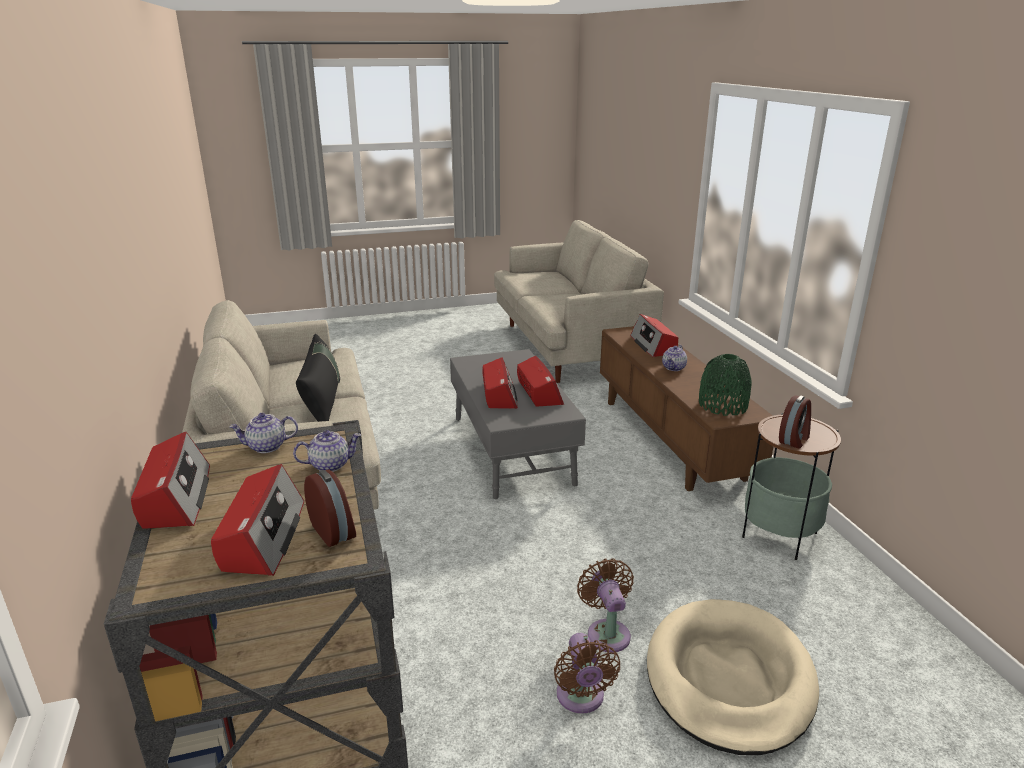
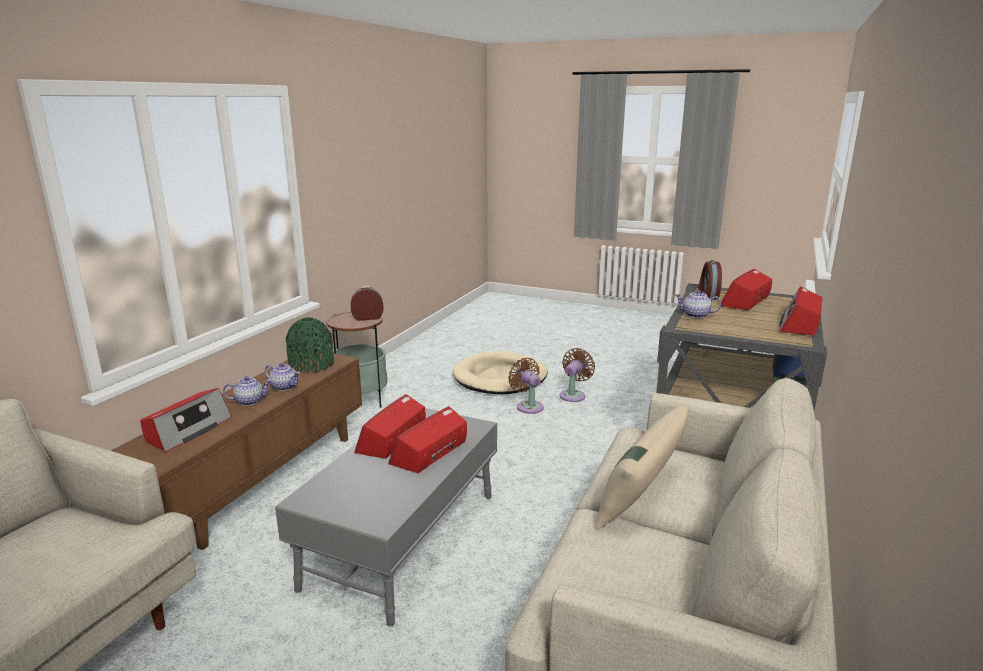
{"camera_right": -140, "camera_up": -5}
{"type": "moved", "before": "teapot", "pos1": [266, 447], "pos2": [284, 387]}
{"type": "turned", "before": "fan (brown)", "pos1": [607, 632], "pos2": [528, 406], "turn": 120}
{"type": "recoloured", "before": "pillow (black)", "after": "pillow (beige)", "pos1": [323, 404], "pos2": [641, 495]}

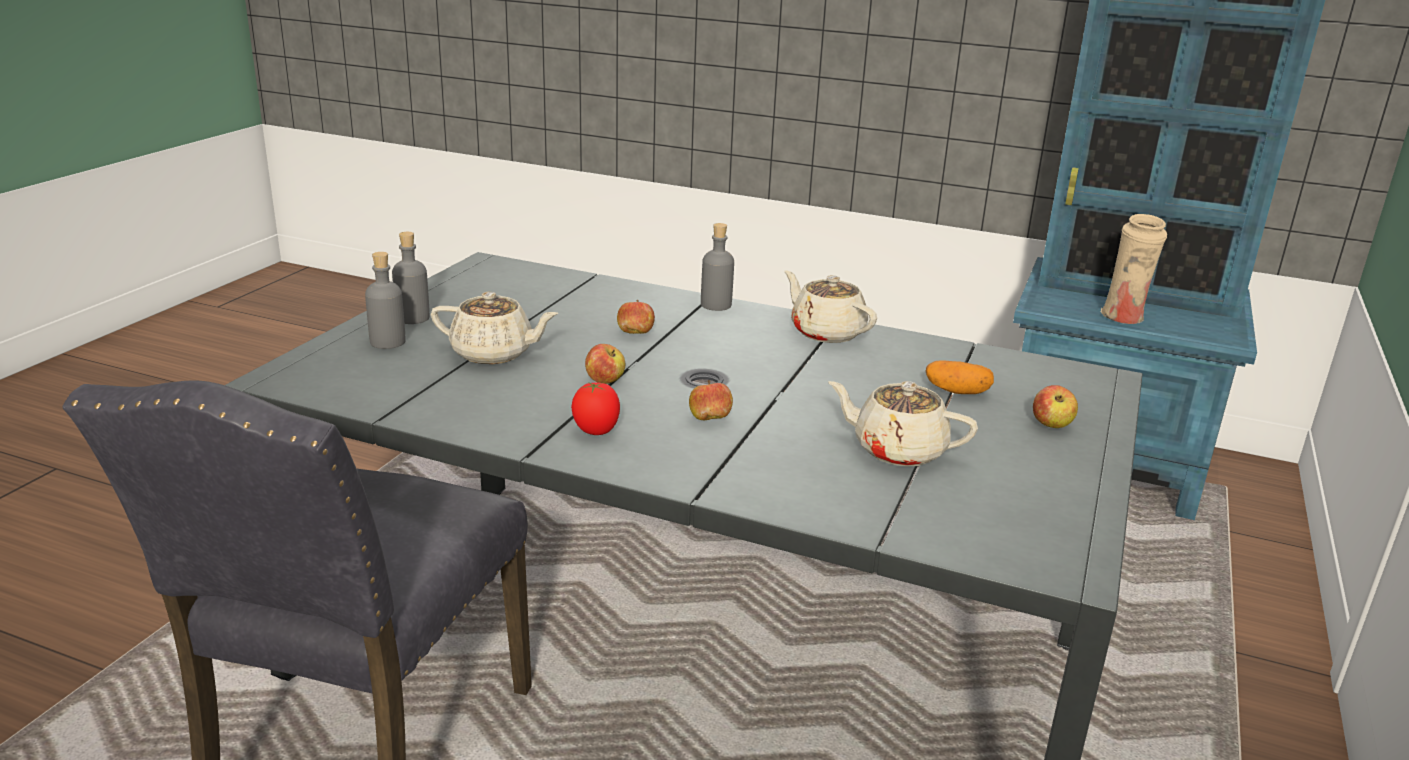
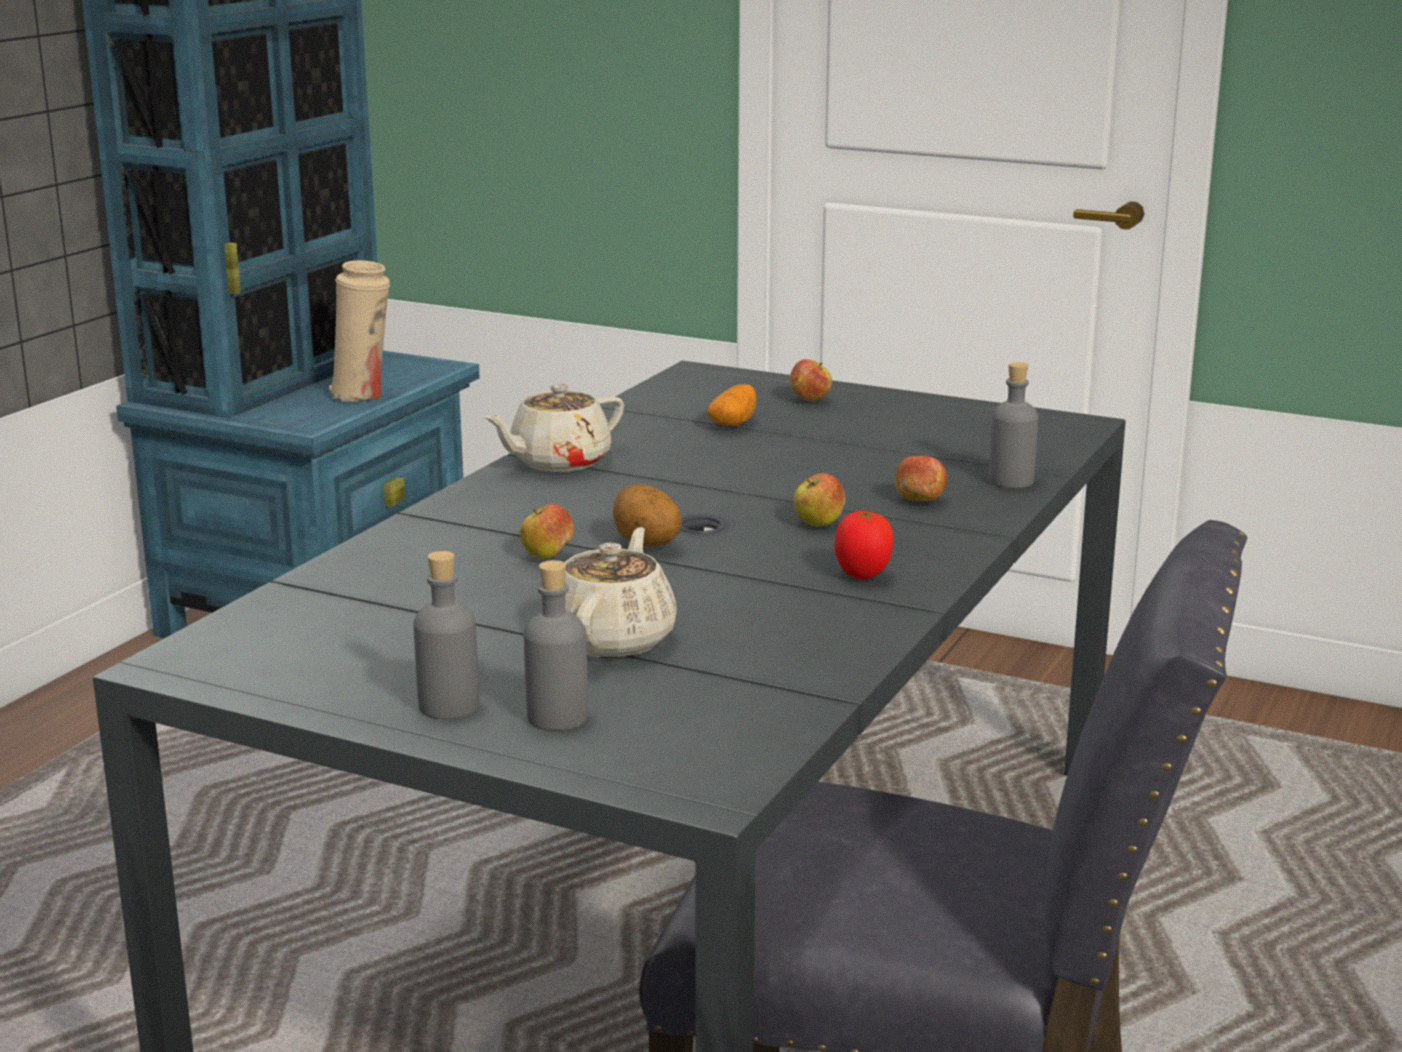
{"camera_right": -85, "camera_up": -5}
{"type": "added", "after": "potato", "pos2": [645, 545]}
{"type": "moved", "before": "apple", "pos1": [605, 381], "pos2": [919, 501]}
{"type": "moved", "before": "bottle (grey)", "pos1": [716, 305], "pos2": [1011, 481]}
{"type": "removed", "before": "teapot (beige)", "pos1": [897, 450]}

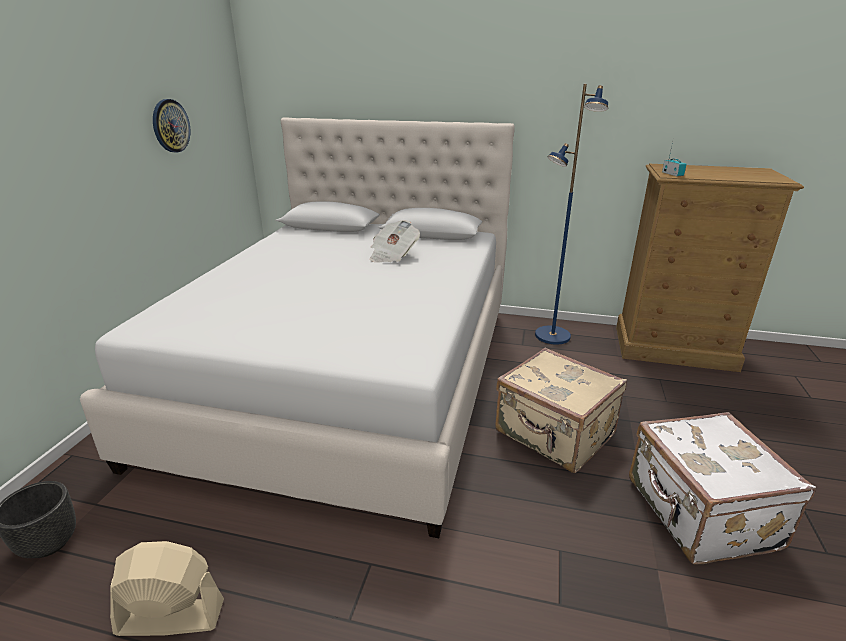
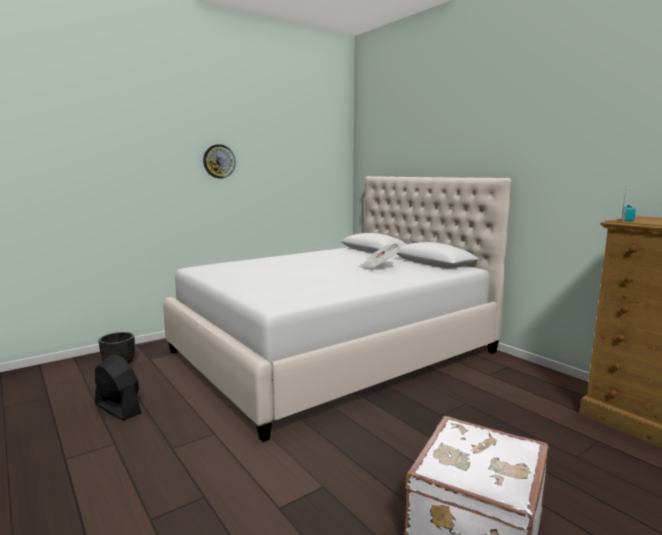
{"camera_right": 40, "camera_up": -15}
{"type": "recoloured", "before": "fan (beige)", "after": "fan (black)", "pos1": [170, 617], "pos2": [118, 408]}
{"type": "moved", "before": "wall clock", "pos1": [170, 126], "pos2": [219, 161]}
{"type": "removed", "before": "suitcase (beige)", "pos1": [554, 435]}
{"type": "removed", "before": "floor lamp (blue)", "pos1": [552, 336]}

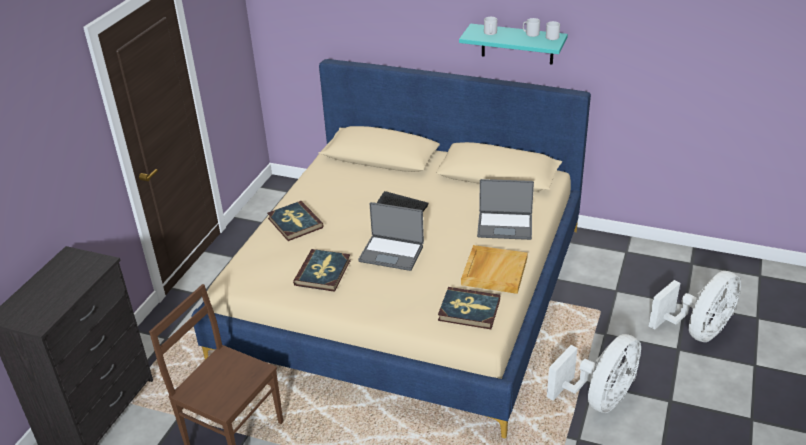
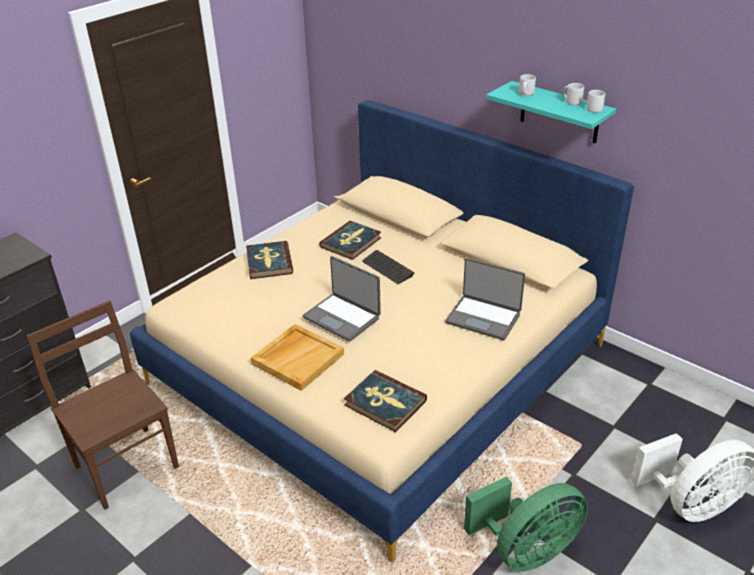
{"camera_right": 20, "camera_up": 0}
{"type": "moved", "before": "tray (beige)", "pos1": [494, 271], "pos2": [298, 358]}
{"type": "moved", "before": "book", "pos1": [323, 272], "pos2": [351, 242]}
{"type": "recoloured", "before": "fan (white)", "after": "fan (green)", "pos1": [599, 398], "pos2": [526, 551]}

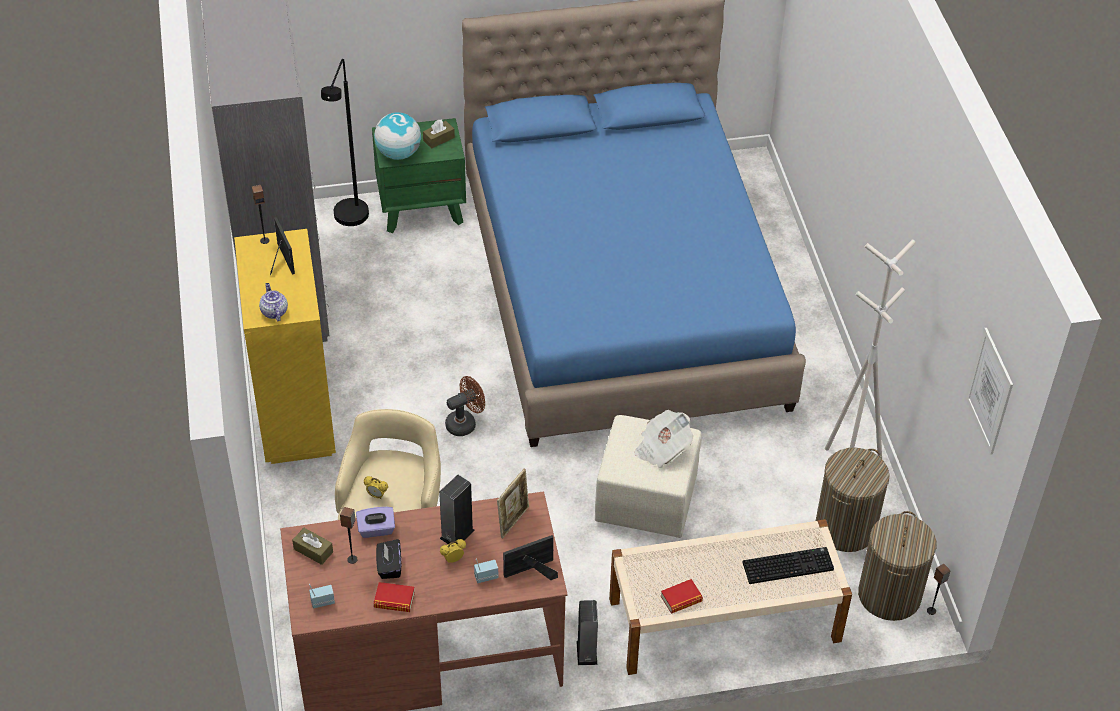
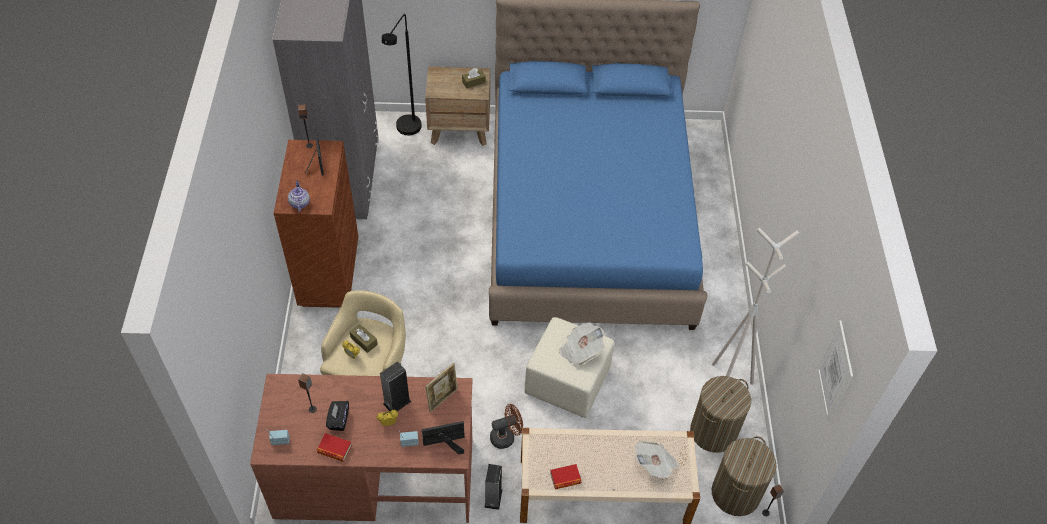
{"camera_right": 10, "camera_up": 5}
{"type": "recoloured", "before": "dresser (yellow)", "after": "dresser (brown)", "pos1": [295, 416], "pos2": [329, 272]}
{"type": "moved", "before": "tissue box (brown)", "pos1": [313, 550], "pos2": [364, 341]}
{"type": "recoloured", "before": "nightstand (green)", "after": "nightstand (brown)", "pos1": [422, 208], "pos2": [460, 129]}
{"type": "moved", "before": "fan (brown)", "pos1": [465, 423], "pos2": [506, 436]}
{"type": "replaced", "before": "keyboard", "after": "newspaper", "pos1": [788, 565], "pos2": [655, 465]}
{"type": "removed", "before": "tissue box (purple)", "pos1": [376, 530]}
{"type": "removed", "before": "globe", "pos1": [398, 153]}

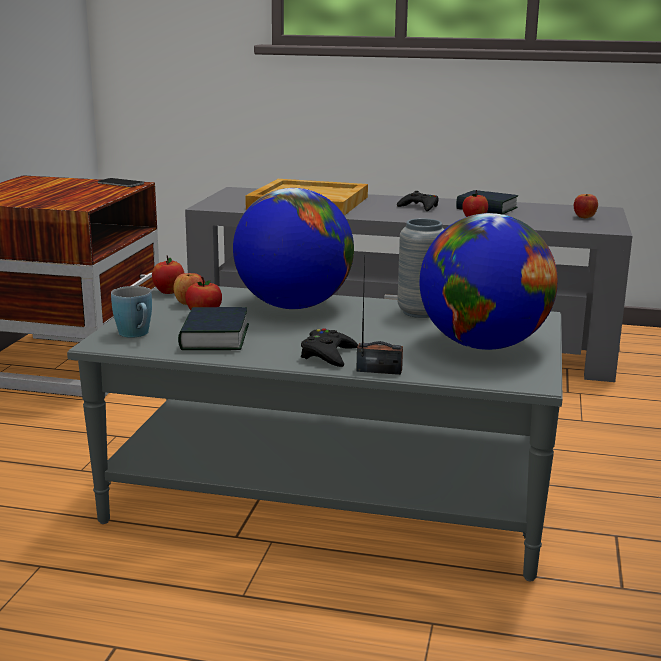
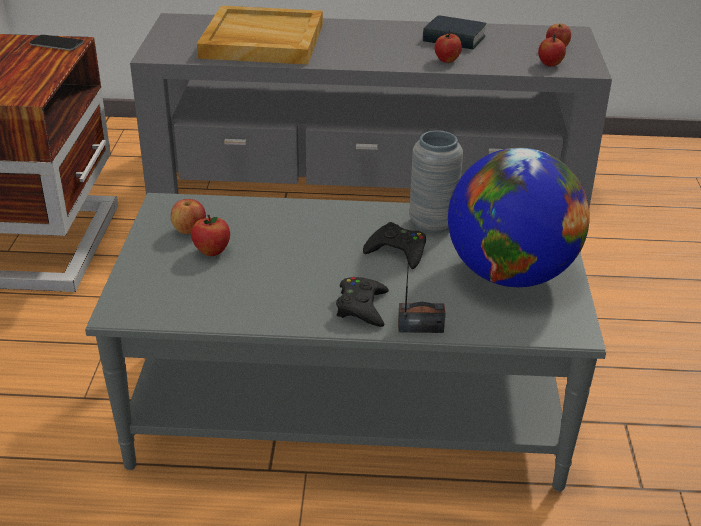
{"camera_right": -10, "camera_up": 15}
{"type": "moved", "before": "game controller (black)", "pos1": [419, 207], "pos2": [397, 251]}
{"type": "moved", "before": "apple", "pos1": [169, 292], "pos2": [550, 64]}
{"type": "removed", "before": "mug (blue)", "pos1": [136, 334]}
{"type": "removed", "before": "book", "pos1": [214, 338]}
{"type": "removed", "before": "globe", "pos1": [293, 306]}

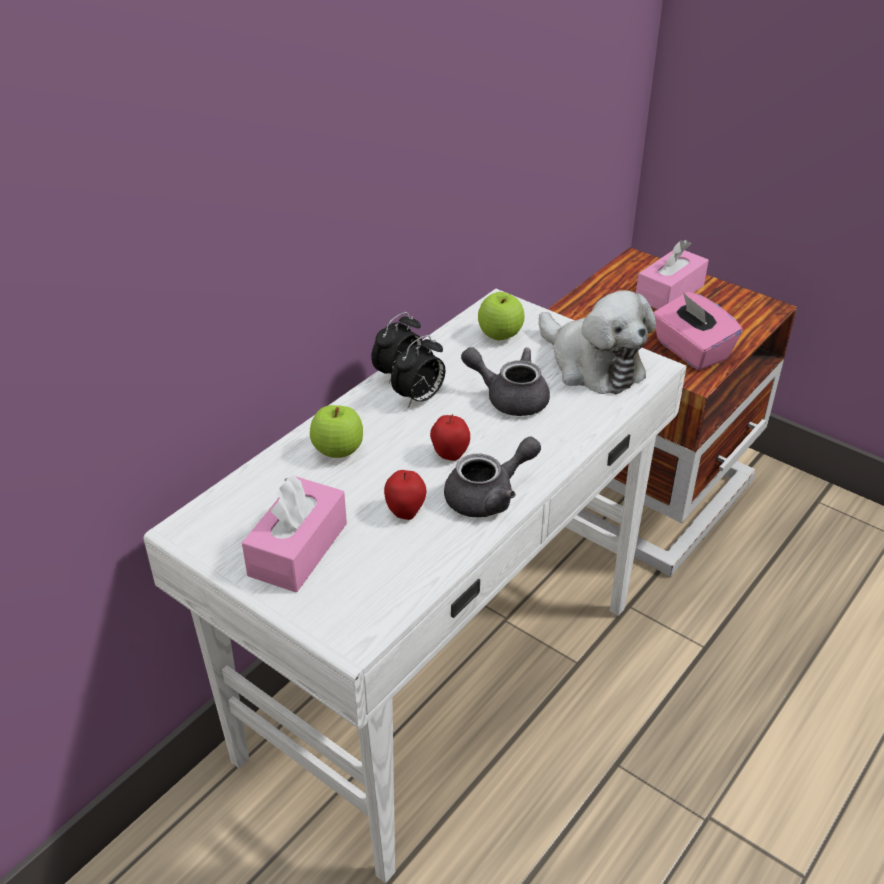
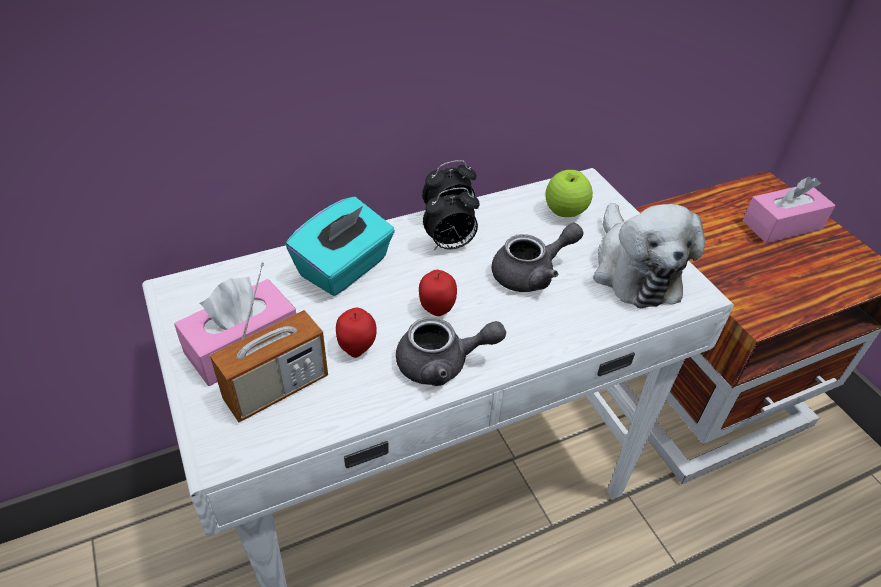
{"camera_right": 25, "camera_up": 5}
{"type": "added", "after": "radio", "pos2": [276, 388]}
{"type": "replaced", "before": "apple", "after": "tissue box (turquoise)", "pos1": [338, 451], "pos2": [344, 268]}
{"type": "turned", "before": "teapot (grey)", "pos1": [509, 397], "pos2": [531, 274], "turn": 105}
{"type": "removed", "before": "tissue box (pink)", "pos1": [690, 351]}

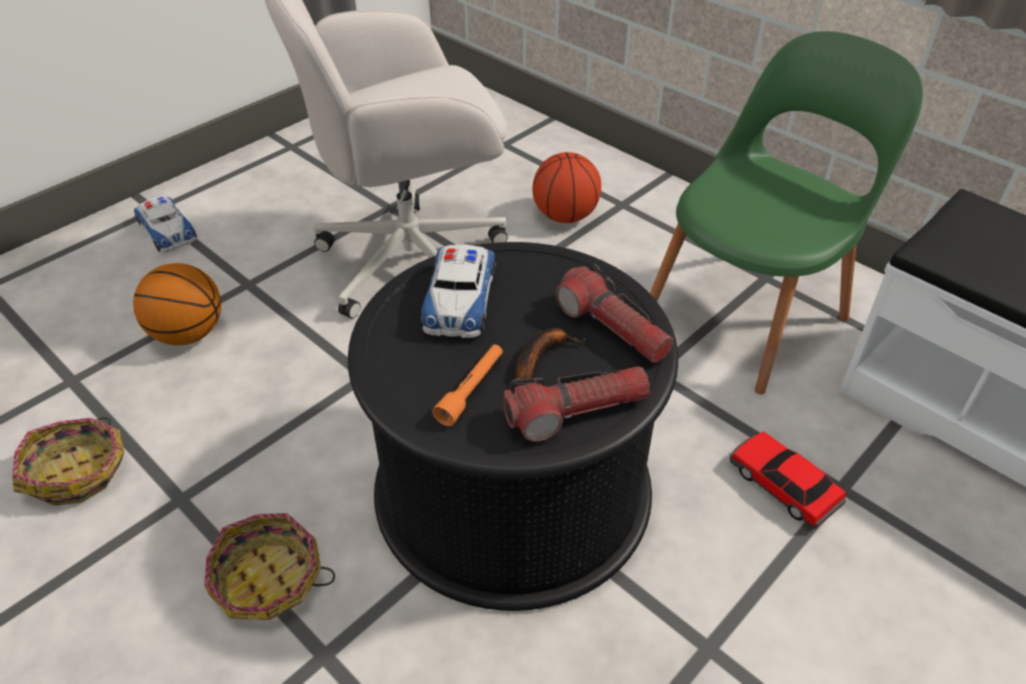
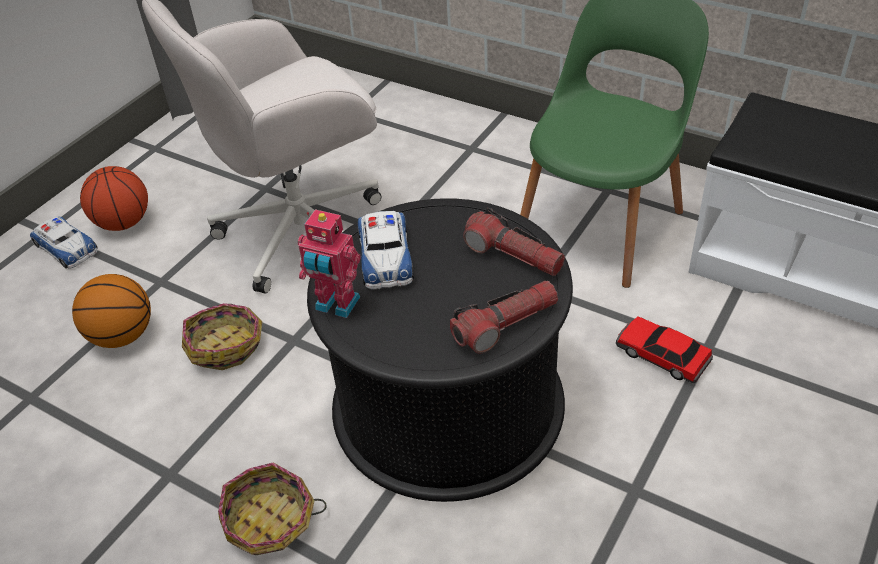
{"camera_right": -10, "camera_up": 0}
{"type": "moved", "before": "basketball", "pos1": [565, 216], "pos2": [124, 223]}
{"type": "moved", "before": "basket", "pos1": [79, 471], "pos2": [226, 345]}
{"type": "added", "after": "toy robot", "pos2": [336, 305]}
{"type": "removed", "before": "flashlight (orange)", "pos1": [471, 390]}
{"type": "removed", "before": "banana", "pos1": [542, 356]}

